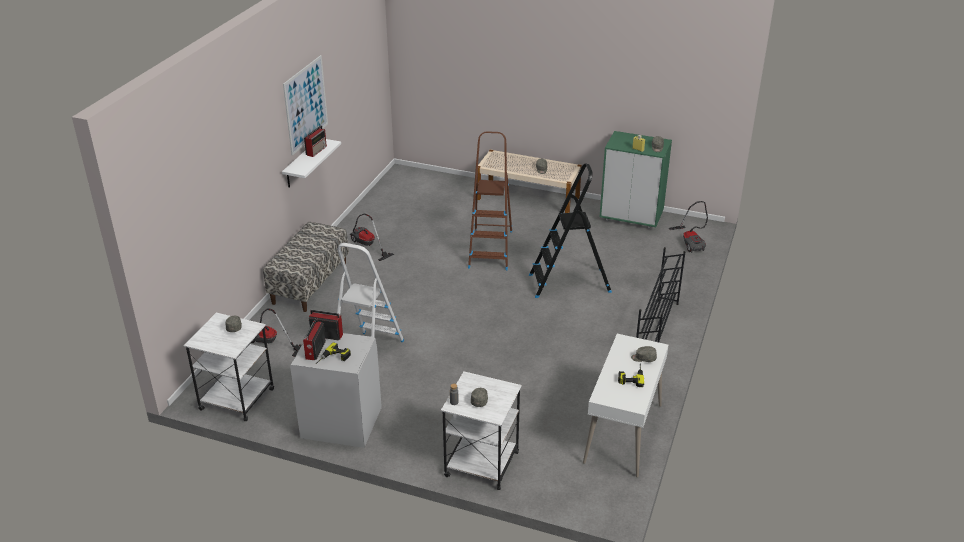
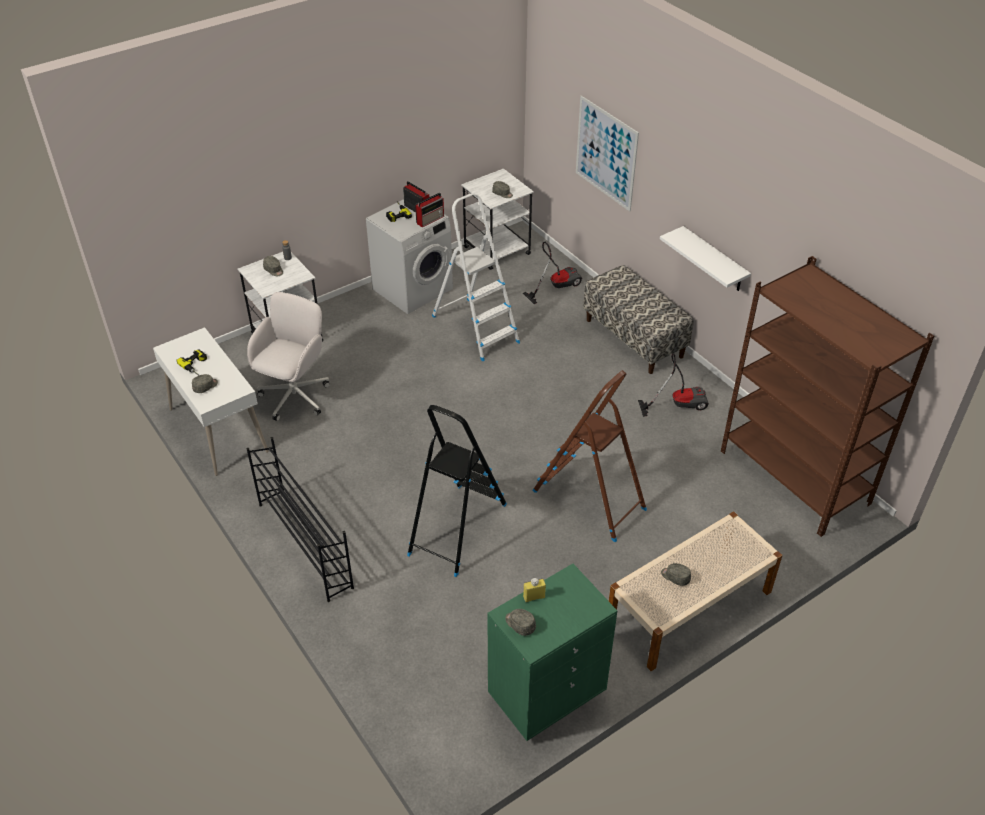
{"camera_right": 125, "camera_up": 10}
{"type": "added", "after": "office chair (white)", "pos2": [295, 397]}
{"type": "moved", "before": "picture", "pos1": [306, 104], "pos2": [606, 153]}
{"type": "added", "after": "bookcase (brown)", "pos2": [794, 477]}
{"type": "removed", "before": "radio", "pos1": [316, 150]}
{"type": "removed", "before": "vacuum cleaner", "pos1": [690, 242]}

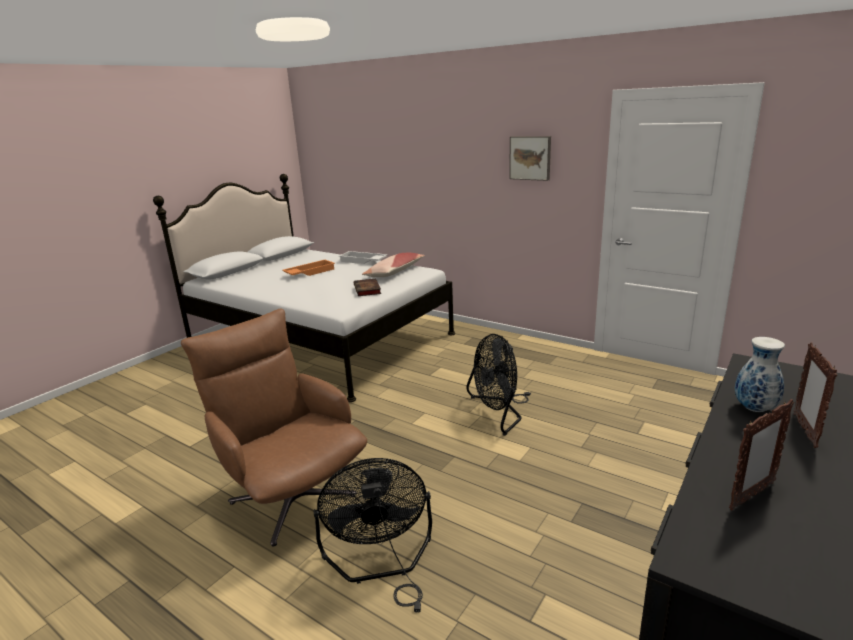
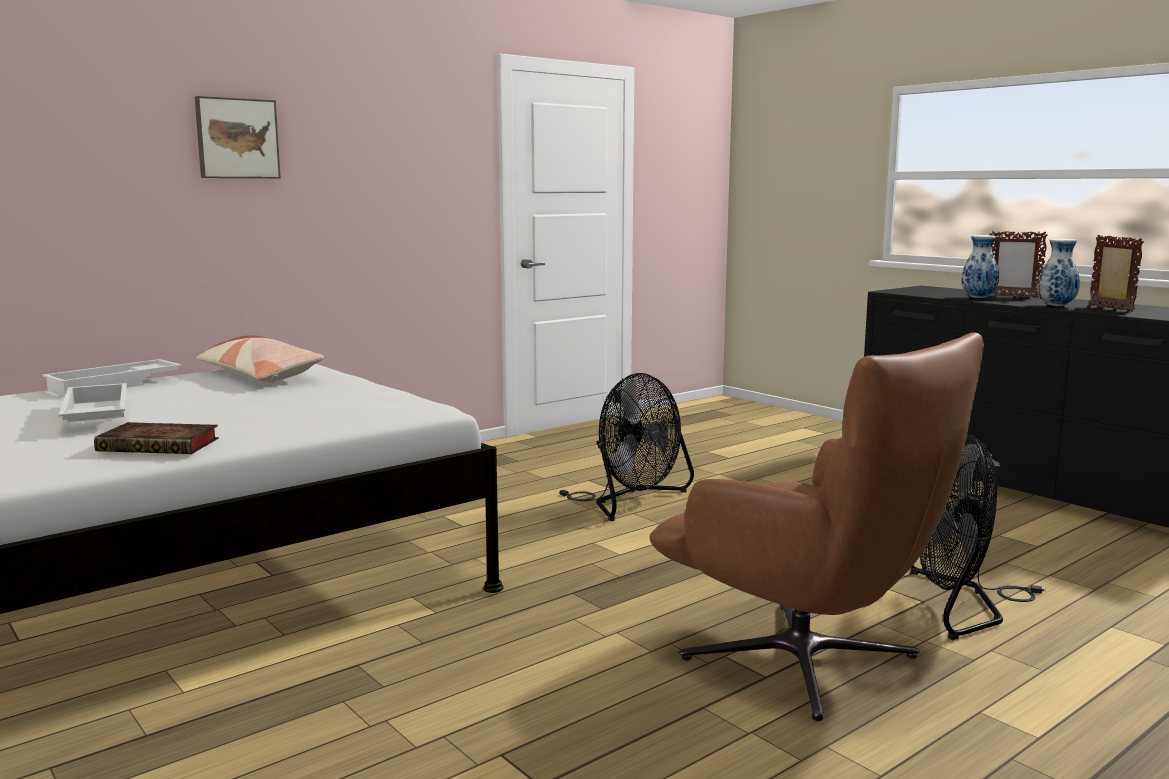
{"camera_right": -75, "camera_up": -10}
{"type": "recoloured", "before": "tray (orange)", "after": "tray (white)", "pos1": [309, 272], "pos2": [94, 415]}
{"type": "moved", "before": "book", "pos1": [367, 290], "pos2": [162, 445]}
{"type": "moved", "before": "picture", "pos1": [530, 158], "pos2": [237, 138]}
{"type": "turned", "before": "fan (black)", "pos1": [500, 410], "pos2": [627, 501], "turn": -45}
{"type": "turned", "before": "armchair (brown)", "pos1": [292, 498], "pos2": [801, 658], "turn": -105}
{"type": "added", "after": "vase", "pos2": [1056, 306]}

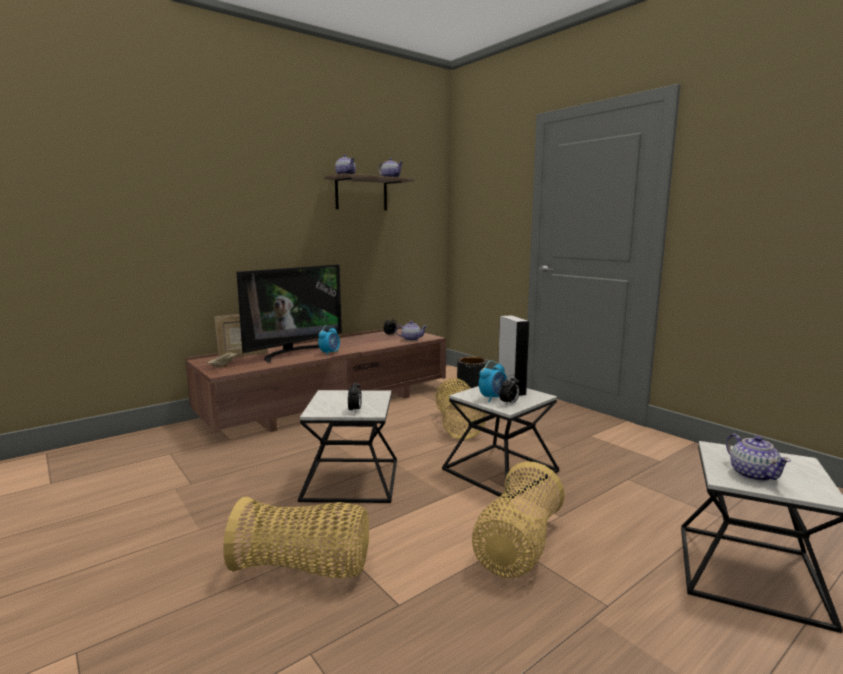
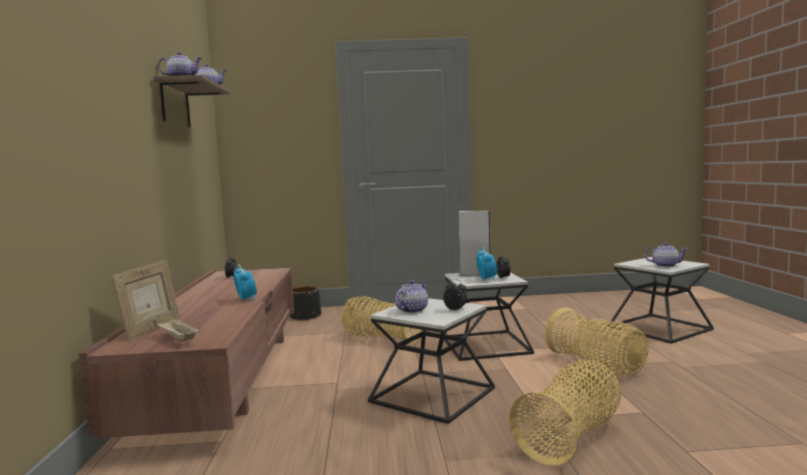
{"camera_right": -55, "camera_up": -5}
{"type": "moved", "before": "teapot", "pos1": [411, 339], "pos2": [412, 310]}
{"type": "removed", "before": "television", "pos1": [293, 352]}

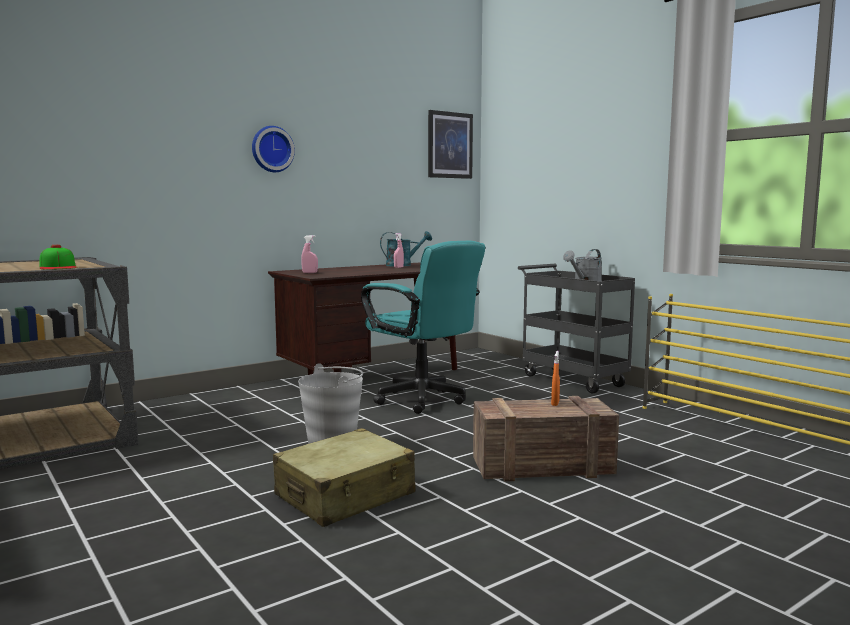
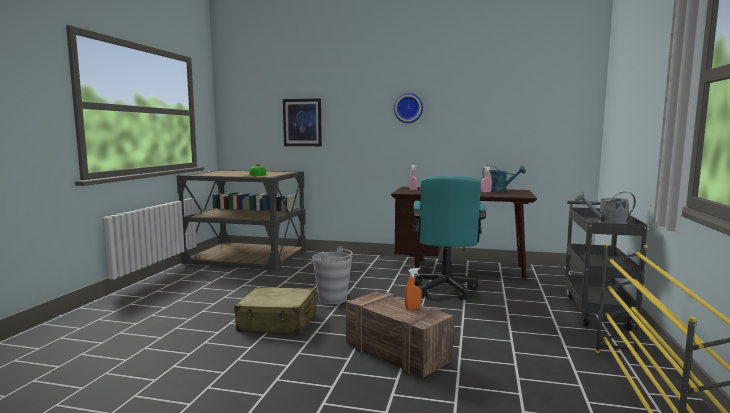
{"camera_right": 50, "camera_up": 0}
{"type": "moved", "before": "picture", "pos1": [450, 145], "pos2": [302, 122]}

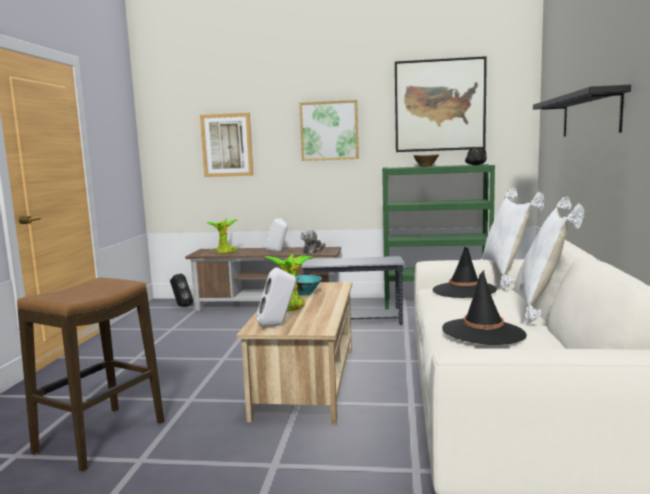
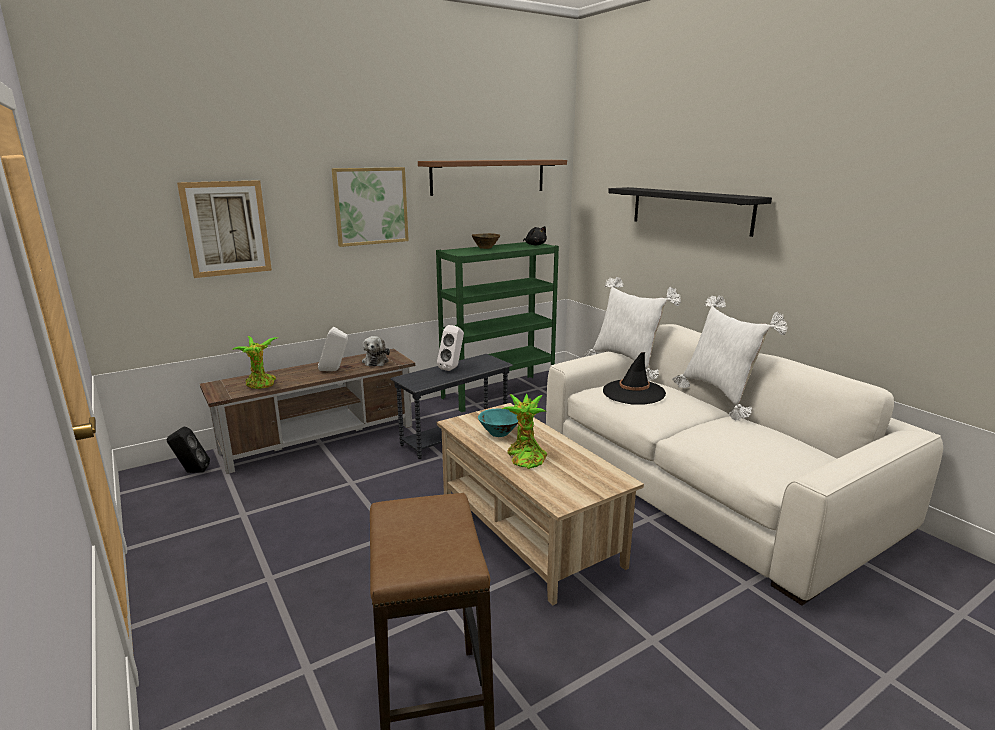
{"camera_right": -40, "camera_up": 10}
{"type": "replaced", "before": "picture", "after": "shelf (brown)", "pos1": [439, 105], "pos2": [488, 176]}
{"type": "moved", "before": "speaker (white)", "pos1": [277, 325], "pos2": [453, 368]}
{"type": "removed", "before": "hat (black)", "pos1": [483, 332]}

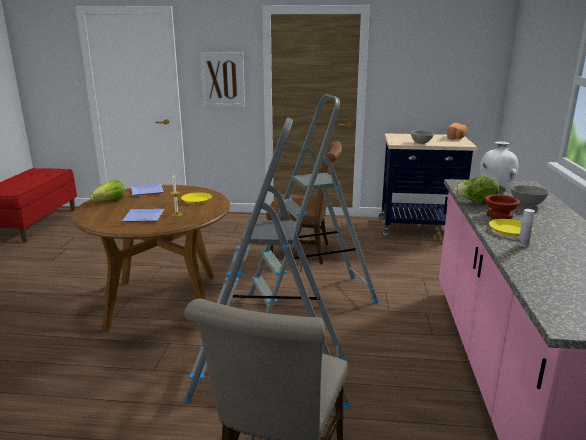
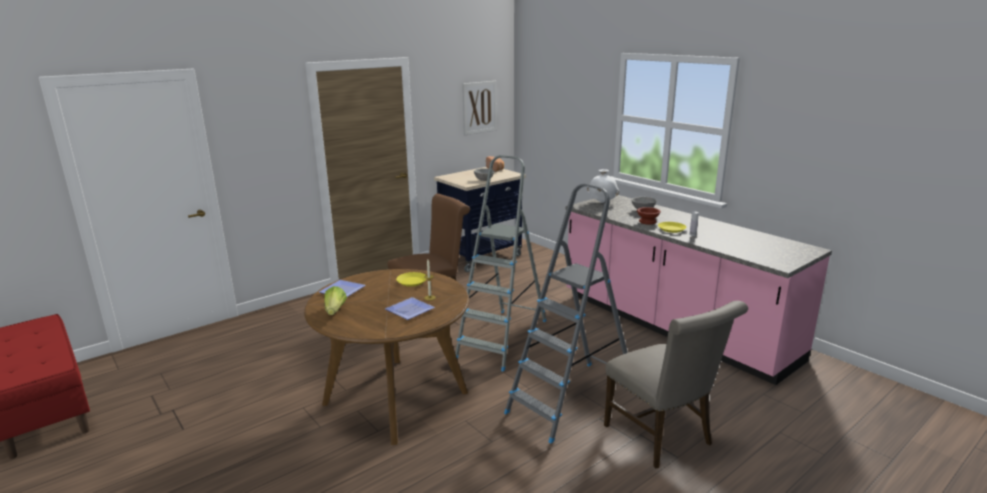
{"camera_right": -45, "camera_up": 0}
{"type": "moved", "before": "picture", "pos1": [222, 79], "pos2": [479, 107]}
{"type": "removed", "before": "lettuce", "pos1": [476, 203]}

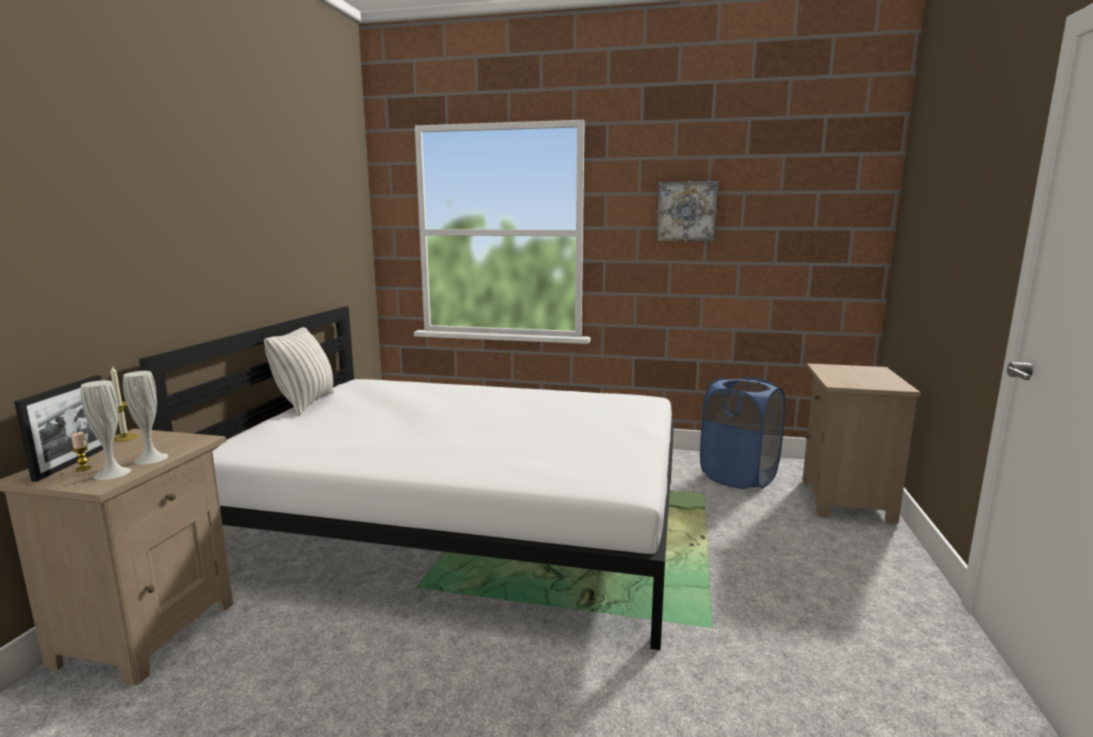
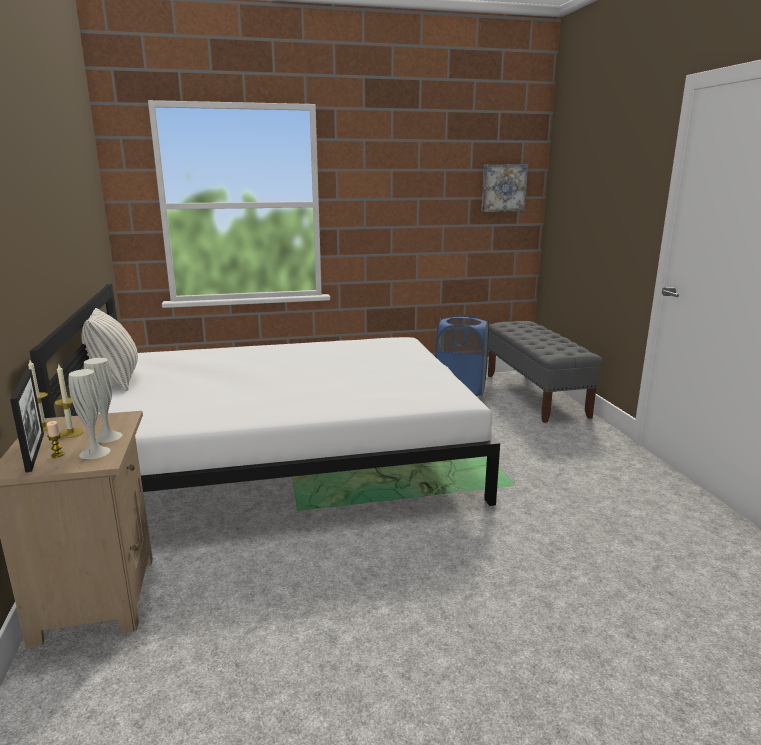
{"camera_right": -25, "camera_up": 5}
{"type": "added", "after": "candle", "pos2": [71, 433]}
{"type": "moved", "before": "picture", "pos1": [686, 211], "pos2": [503, 188]}
{"type": "replaced", "before": "nightstand (beige)", "after": "bench (grey)", "pos1": [844, 500], "pos2": [535, 395]}

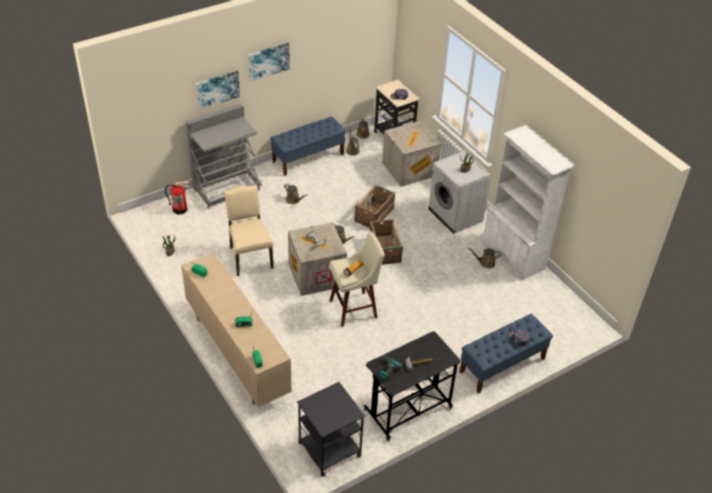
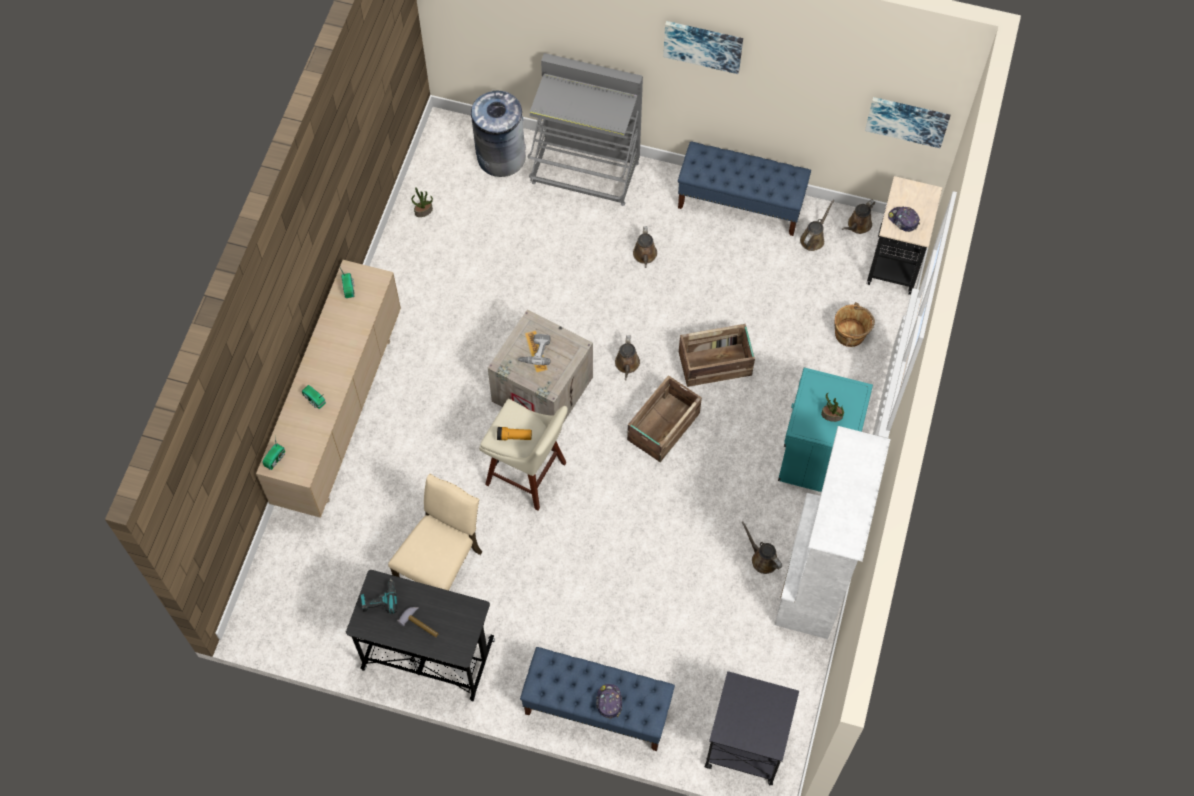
{"camera_right": 50, "camera_up": 20}
{"type": "moved", "before": "chair (beige)", "pos1": [249, 256], "pos2": [442, 567]}
{"type": "replaced", "before": "fire extinguisher", "after": "trash can (grey)", "pos1": [180, 209], "pos2": [500, 156]}
{"type": "moved", "before": "cart (black)", "pos1": [329, 450], "pos2": [745, 743]}
{"type": "recoloured", "before": "washing machine (white)", "after": "washing machine (turquoise)", "pos1": [454, 215], "pos2": [815, 455]}
{"type": "replaced", "before": "crate", "after": "bucket (brown)", "pos1": [410, 169], "pos2": [850, 334]}
{"type": "moved", "before": "picture", "pos1": [217, 89], "pos2": [907, 120]}

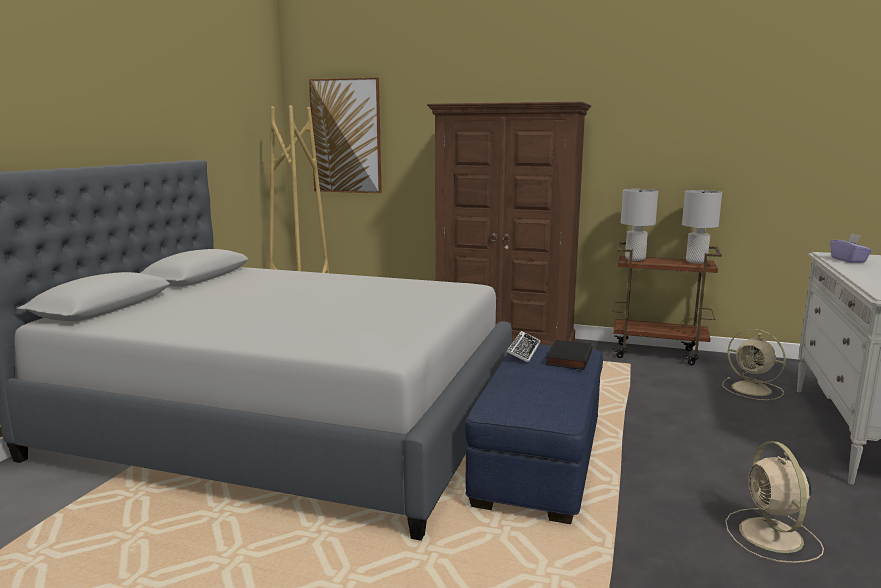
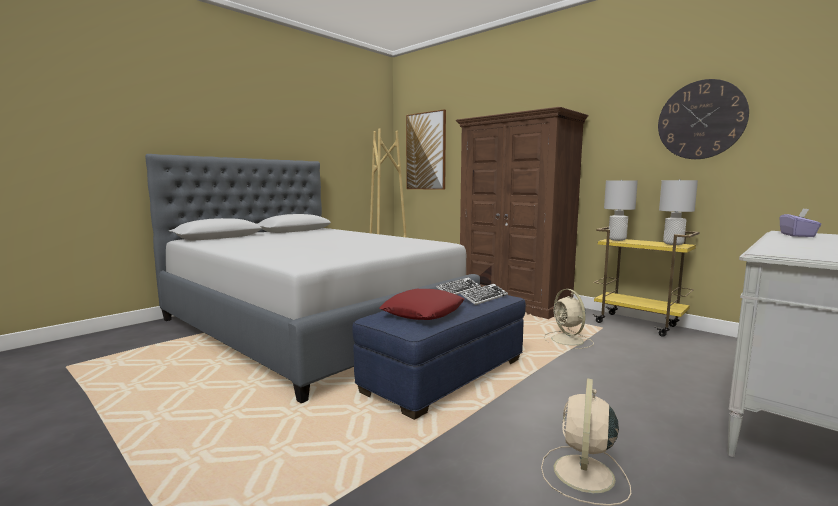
{"camera_right": 25, "camera_up": -5}
{"type": "added", "after": "pillow (red)", "pos2": [423, 312]}
{"type": "replaced", "before": "book (black)", "after": "keyboard", "pos1": [567, 358], "pos2": [484, 298]}
{"type": "moved", "before": "fan (beige)", "pos1": [753, 389], "pos2": [568, 341]}
{"type": "recoloured", "before": "cart (brown)", "after": "cart (yellow)", "pos1": [659, 354], "pos2": [639, 325]}
{"type": "added", "after": "wall clock", "pos2": [701, 120]}

